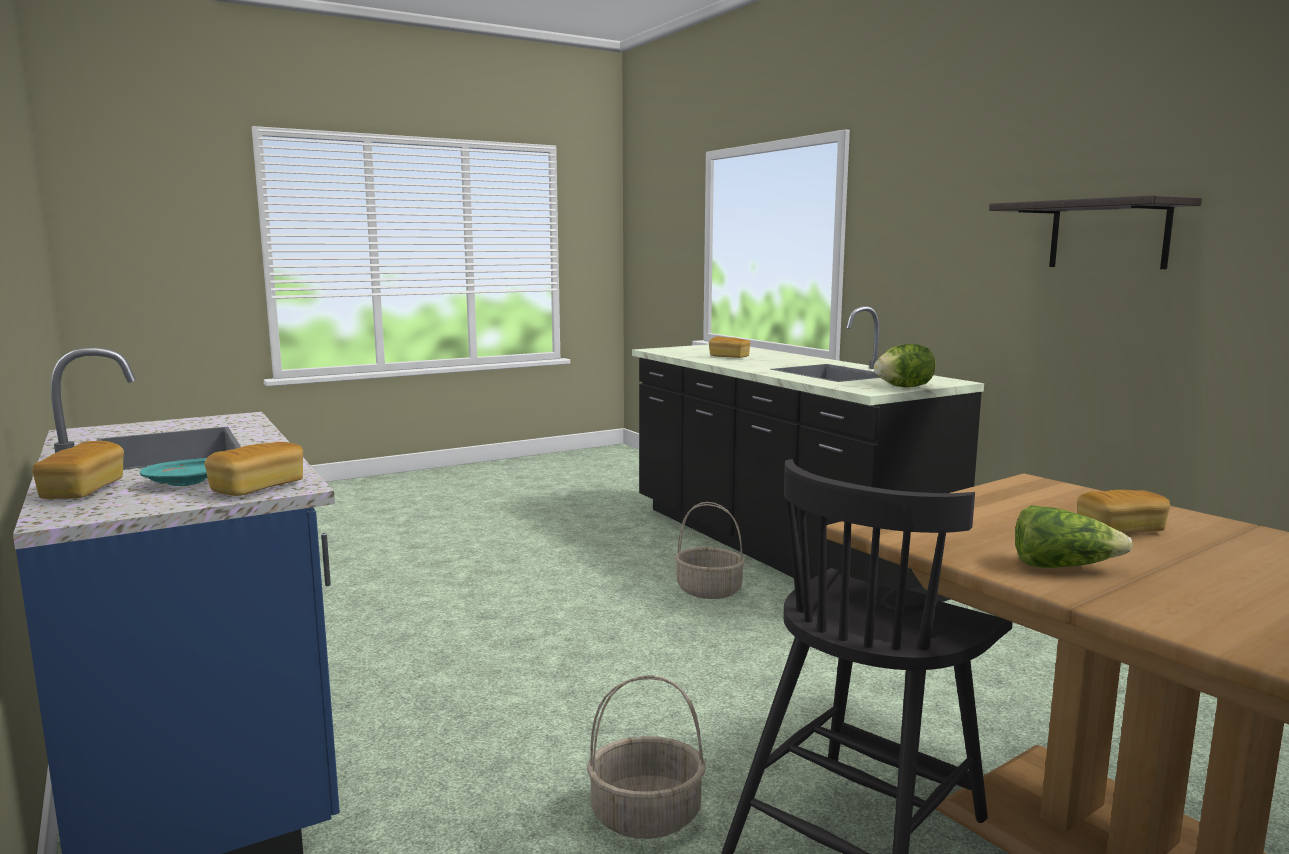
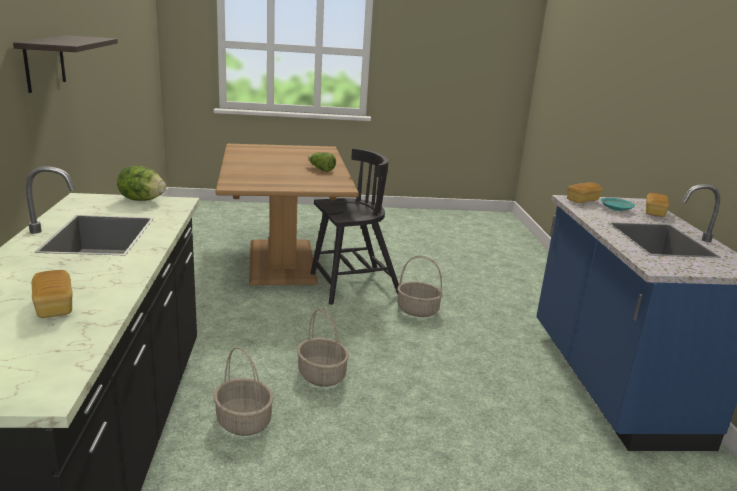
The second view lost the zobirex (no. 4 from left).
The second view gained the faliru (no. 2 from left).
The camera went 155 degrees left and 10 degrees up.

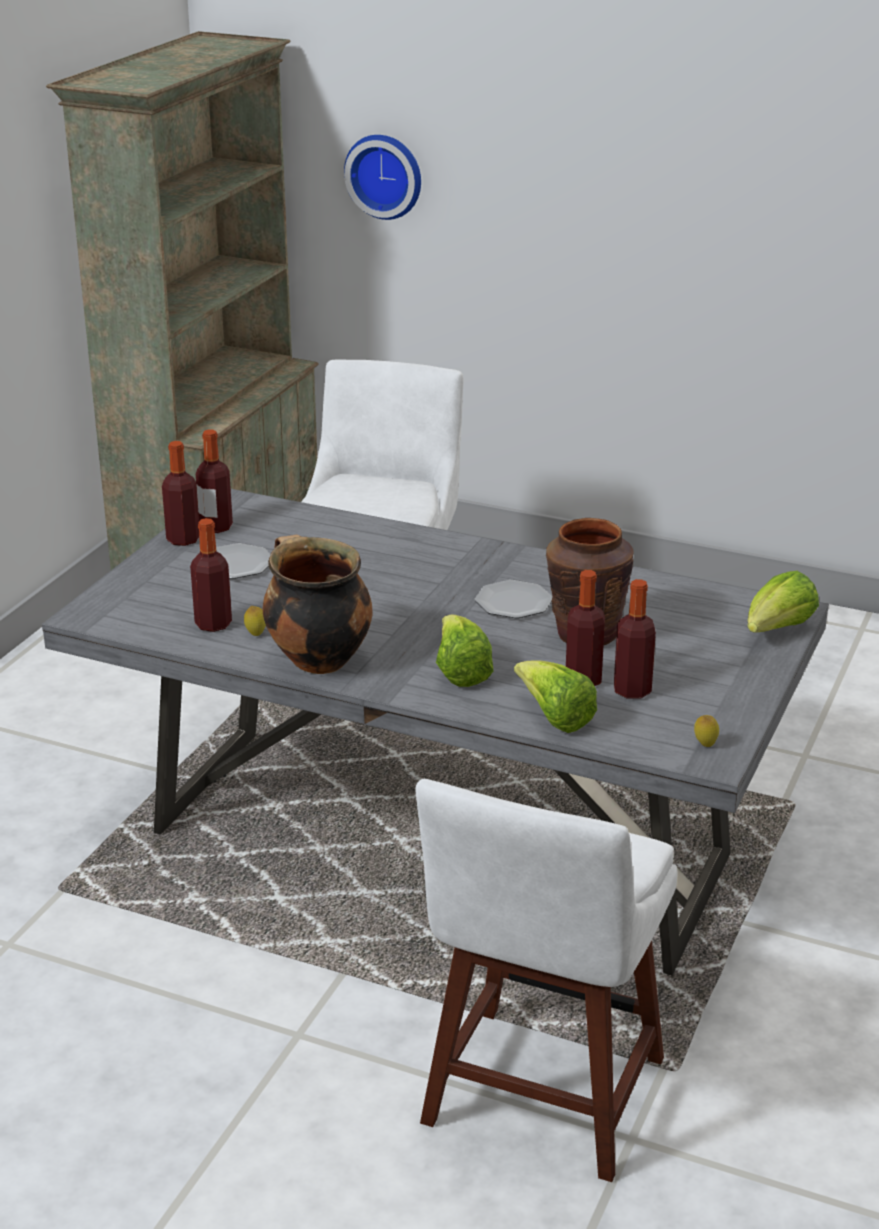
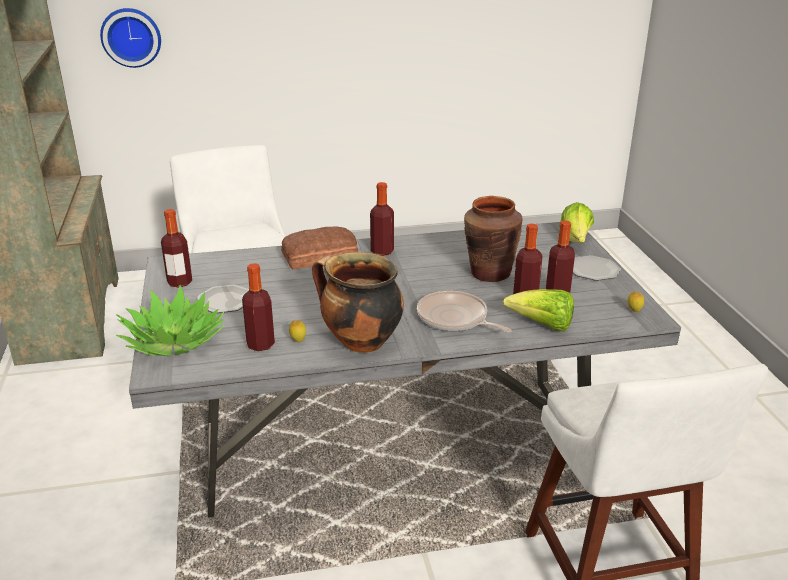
The second view gained the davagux.
The second view gained the zobirex.
The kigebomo (no. 1 from left in the first image) ended up elsewhere.
The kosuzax (no. 2 from left) ended up elsewhere.
Where the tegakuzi (no. 1 from left) stood, the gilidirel came to stand.
The camera went 35 degrees left and 0 degrees up.

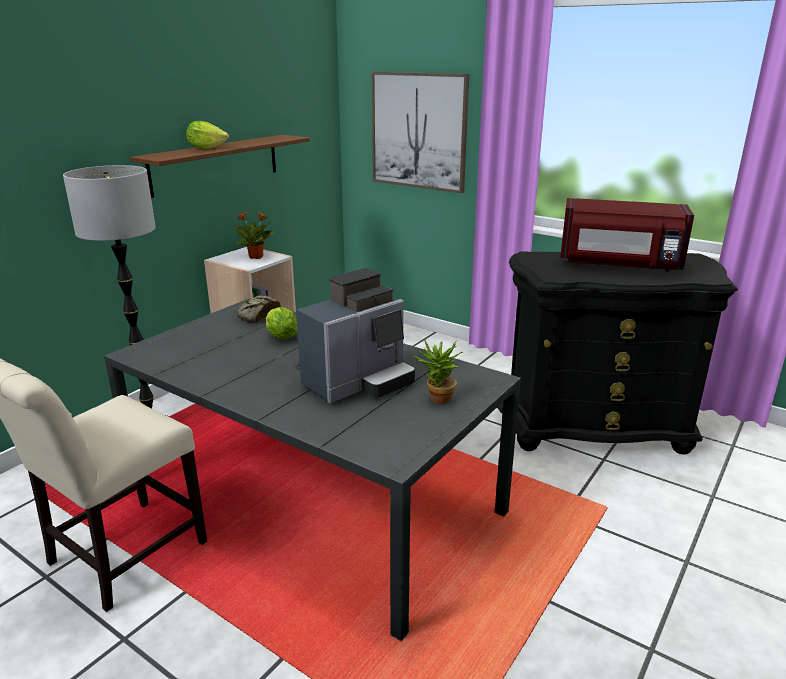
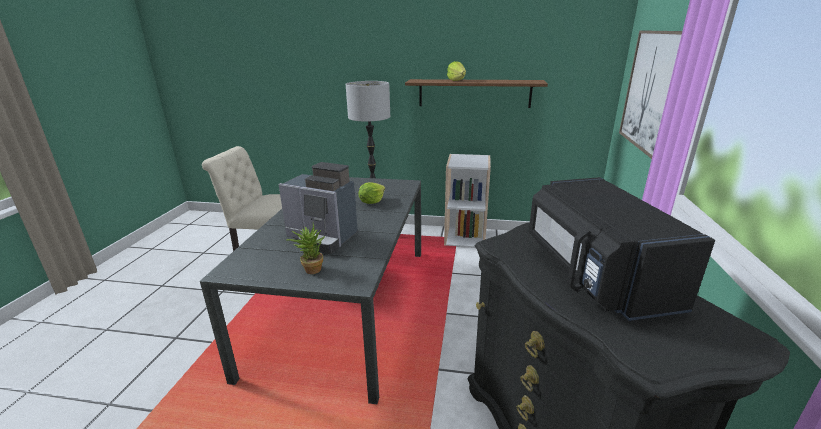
The second view lost the davagux (no. 1 from left).
The second view lost the zobirex.
What was the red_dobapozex turned into the black_dobapozex.
The camera went 65 degrees right and 0 degrees up.

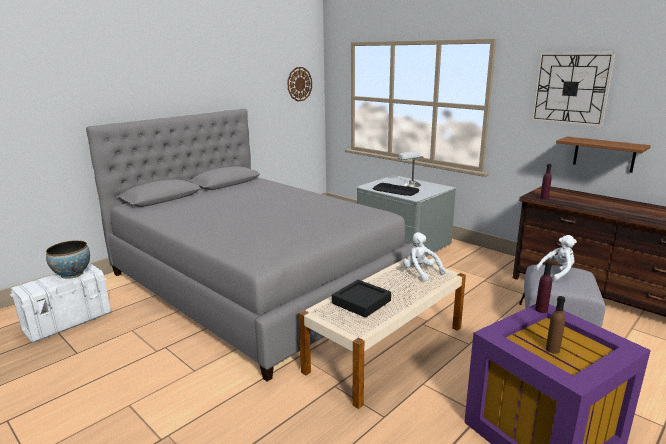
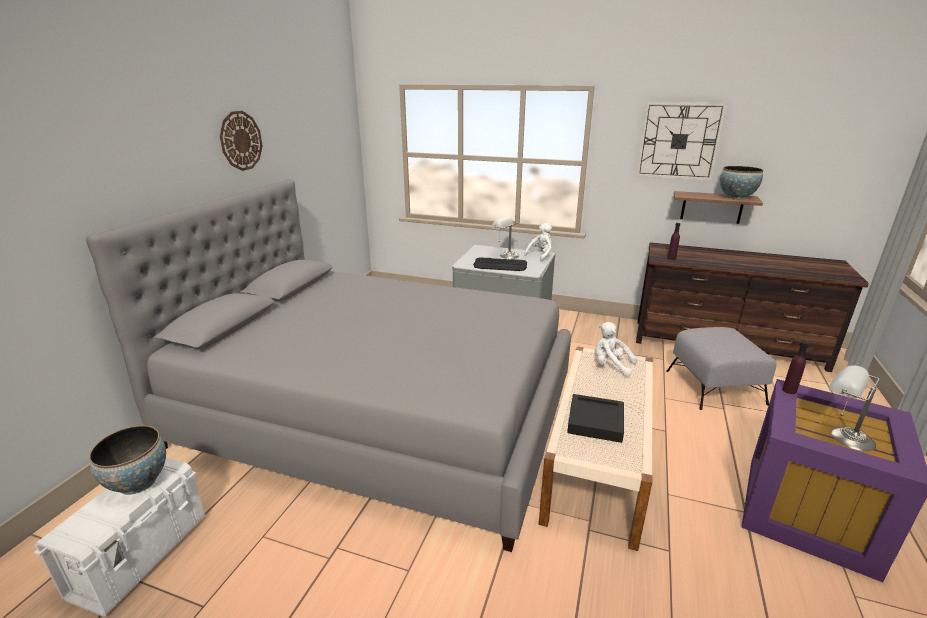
The second view gained the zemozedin (no. 2 from left).
The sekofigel (no. 1 from left) ended up elsewhere.
The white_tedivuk (no. 2 from left in the first image) ended up elsewhere.
Where the brown_kigebomo stood, the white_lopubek (no. 2 from left) came to stand.
The camera went 25 degrees left and 5 degrees up.

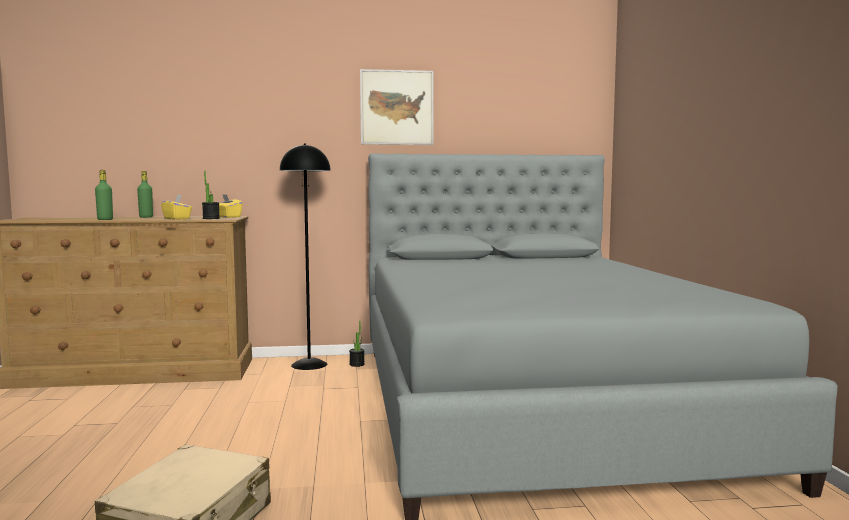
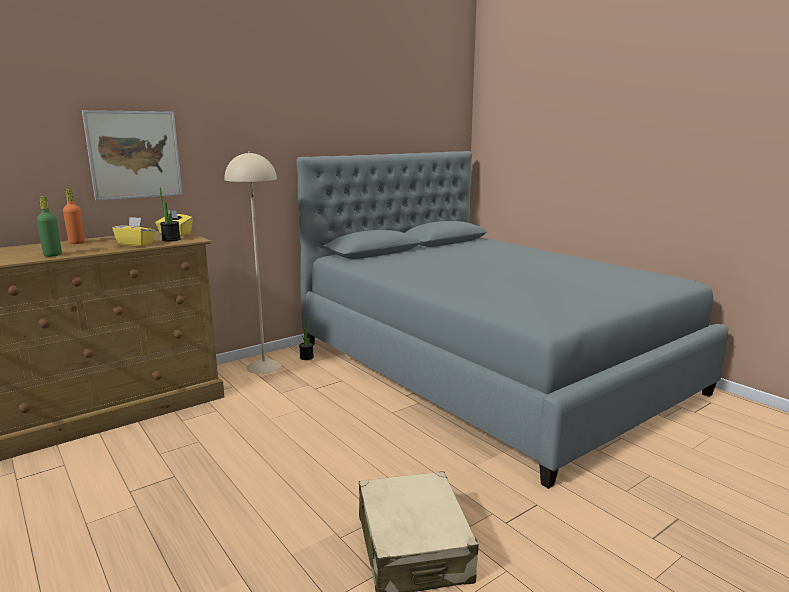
The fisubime ended up elsewhere.
What was the green_kigebomo (no. 2 from left) turned into the orange_kigebomo.
What was the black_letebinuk turned into the beige_letebinuk.
The camera went 30 degrees left and 10 degrees up.

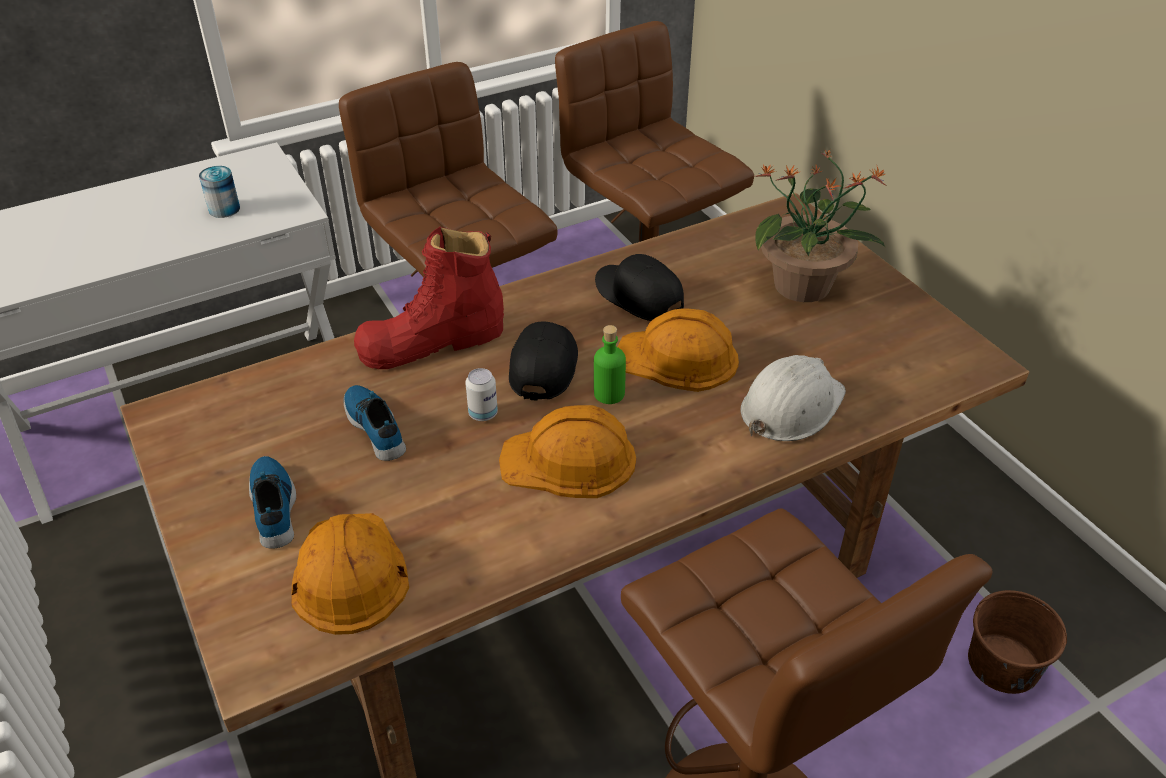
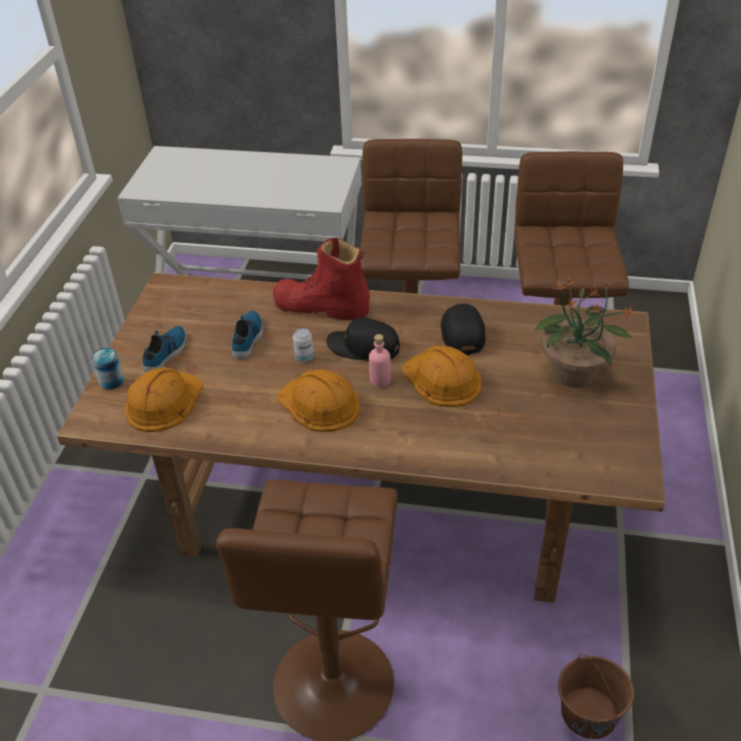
The second view lost the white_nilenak.
The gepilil (no. 1 from left) ended up elsewhere.
What was the green_kigebomo turned into the pink_kigebomo.
The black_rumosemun (no. 1 from left) ended up facing another way, 120 degrees counterclockwise from before.
The camera went 40 degrees right and 0 degrees up.

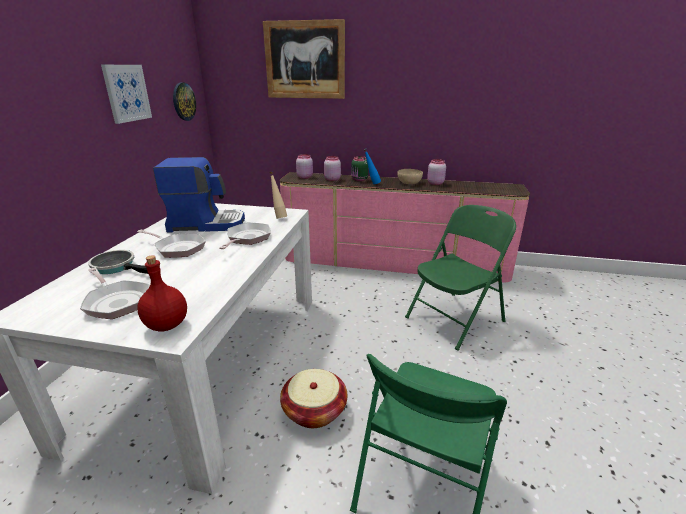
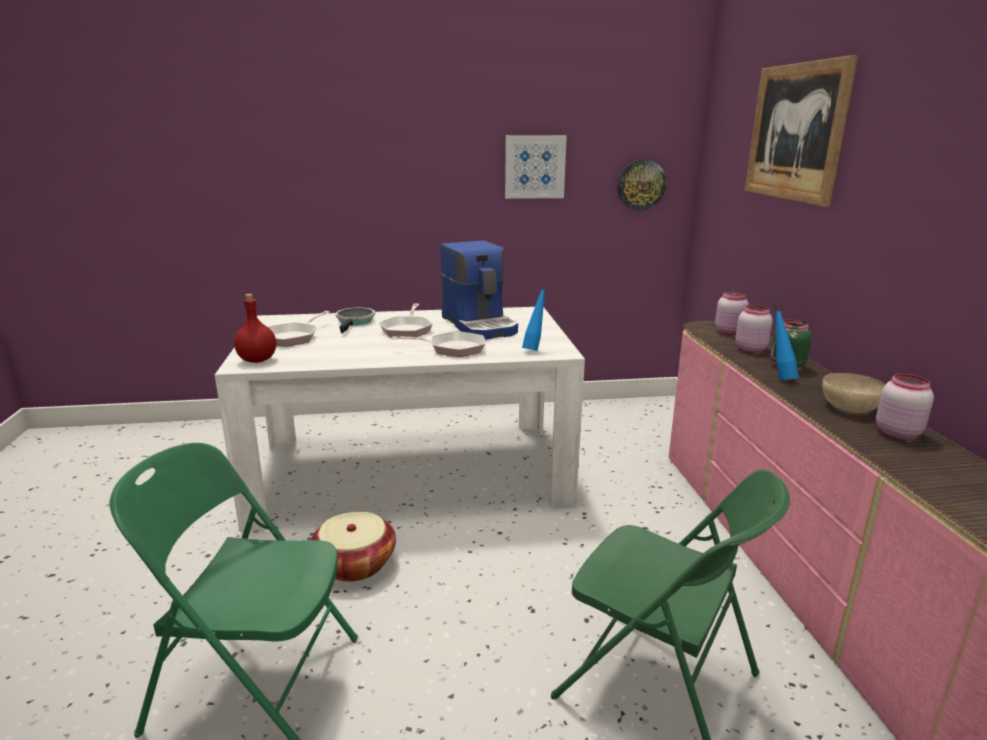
What was the beige_kigebomo turned into the blue_kigebomo (no. 1 from left).
The camera went 70 degrees right and 5 degrees down.

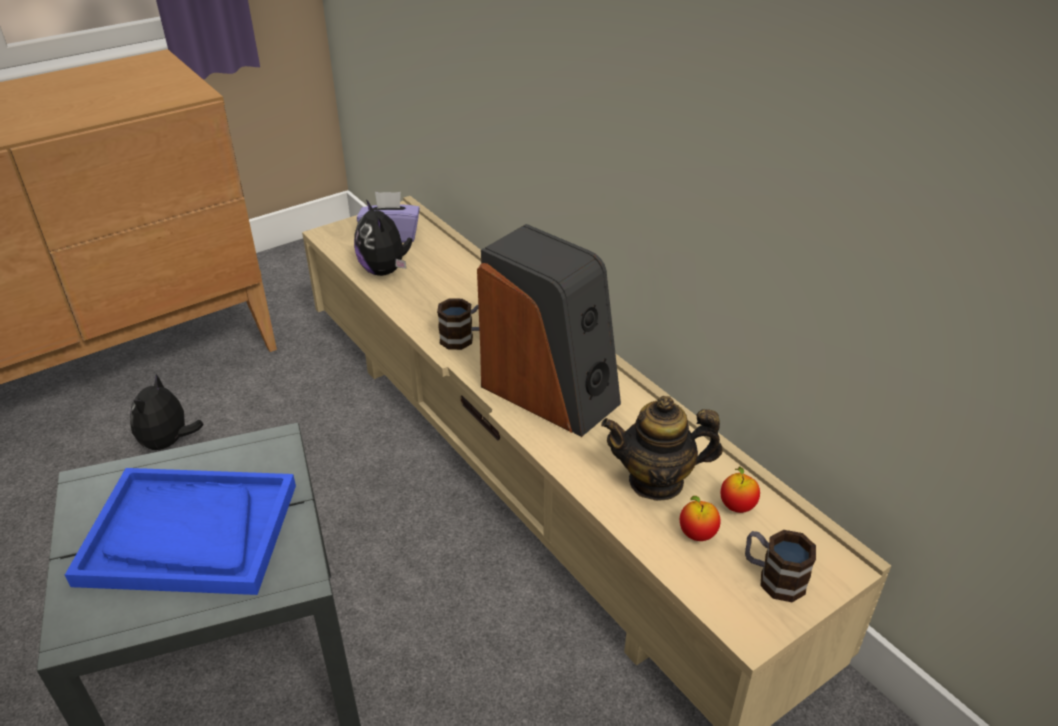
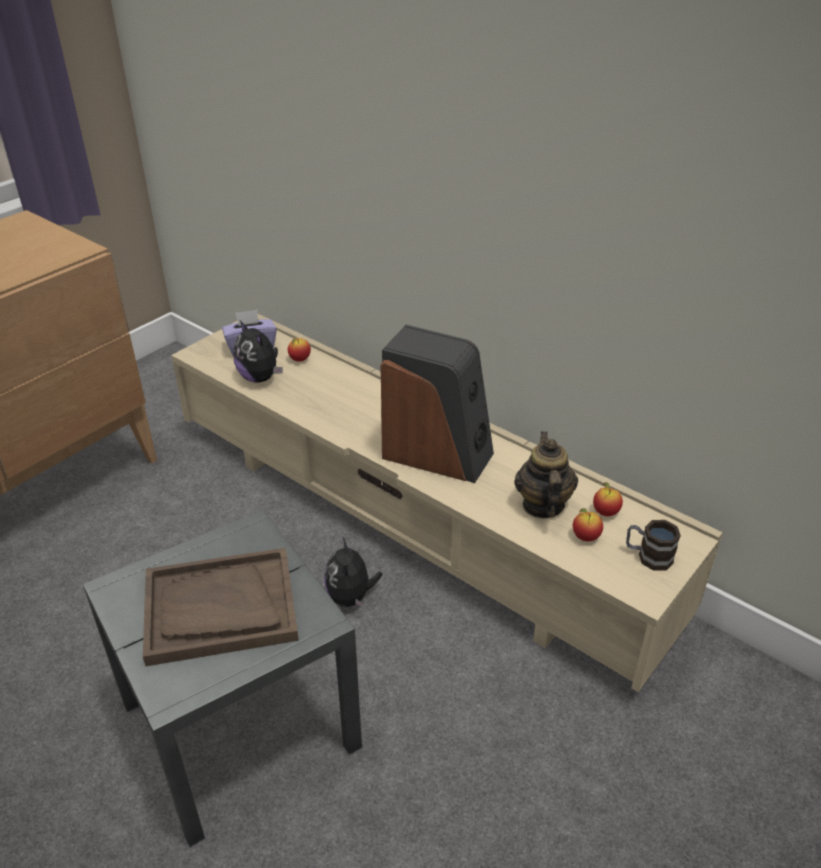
The second view lost the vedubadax (no. 1 from left).
The second view gained the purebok (no. 1 from left).
The tedivuk (no. 1 from left in the first image) ended up elsewhere.
What was the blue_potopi turned into the brown_potopi.
The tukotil ended up facing another way, 105 degrees clockwise from before.
The camera went 15 degrees left and 0 degrees up.

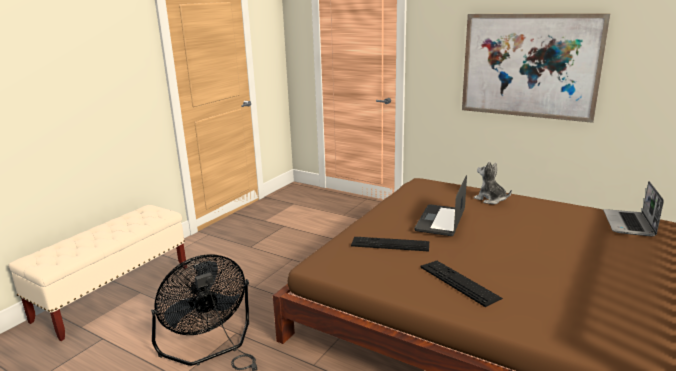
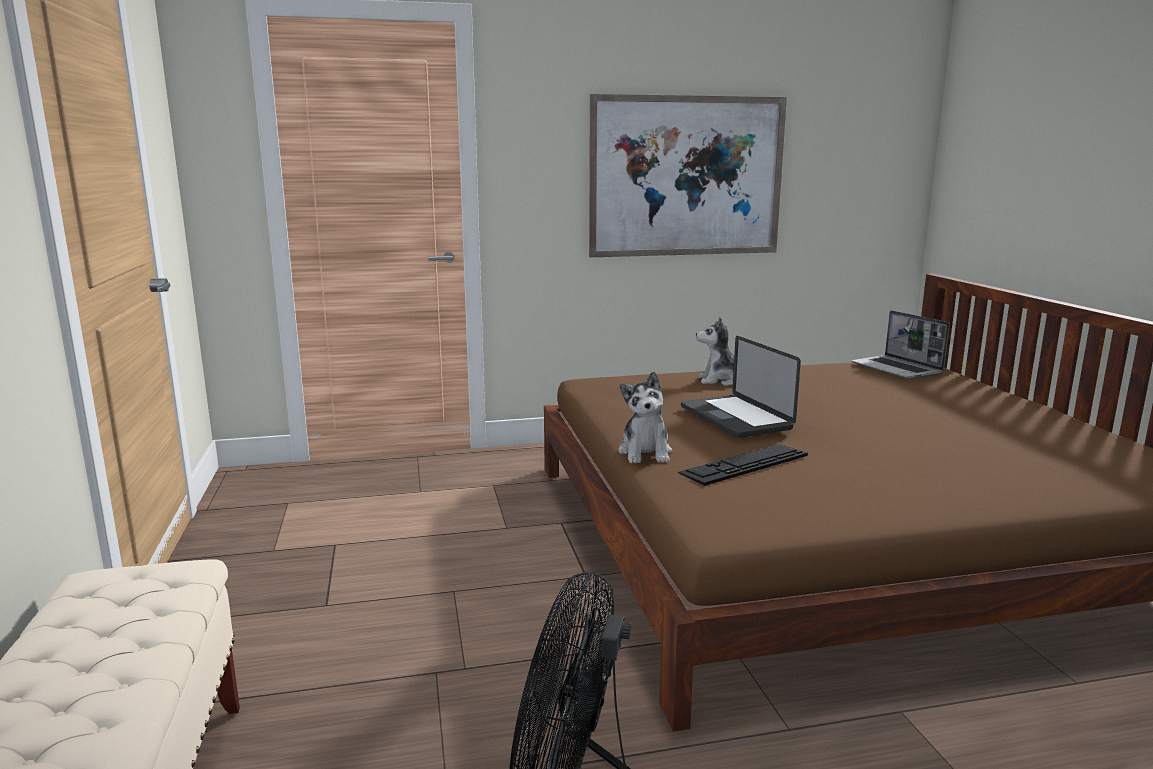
The second view lost the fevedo (no. 2 from left).
The second view gained the tedivuk (no. 1 from left).
The camera went 45 degrees left and 5 degrees down.

